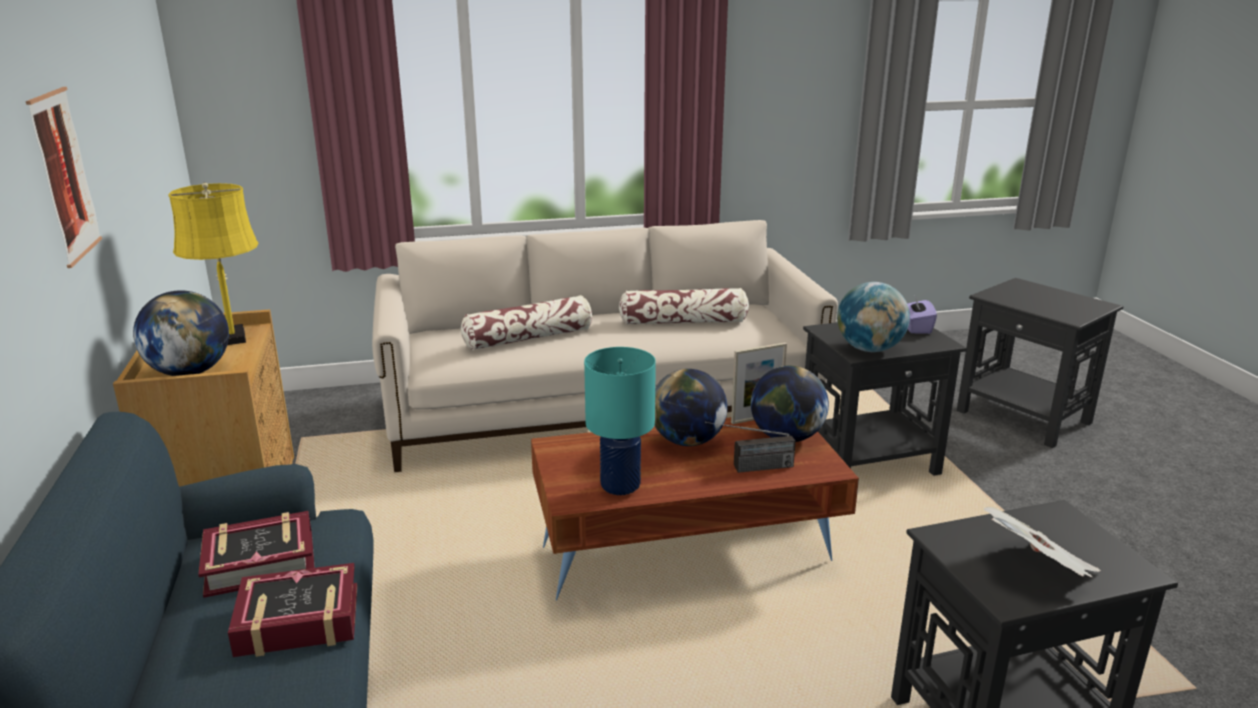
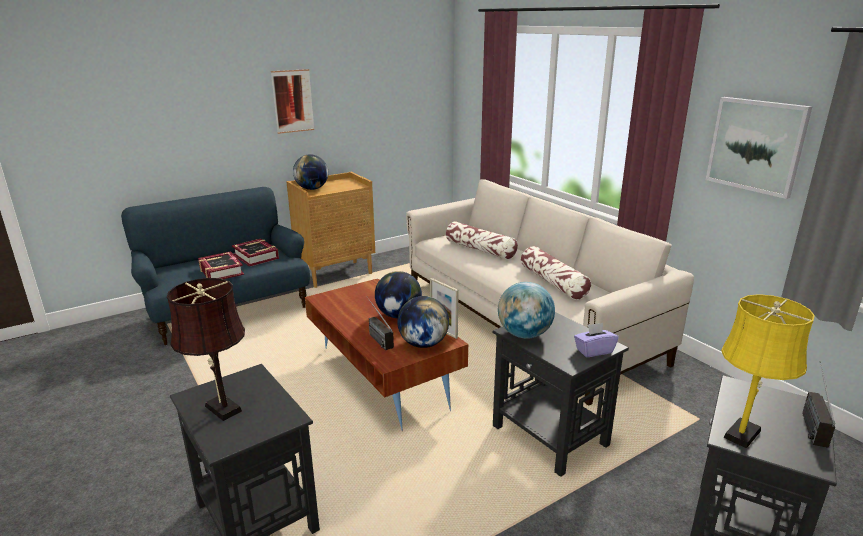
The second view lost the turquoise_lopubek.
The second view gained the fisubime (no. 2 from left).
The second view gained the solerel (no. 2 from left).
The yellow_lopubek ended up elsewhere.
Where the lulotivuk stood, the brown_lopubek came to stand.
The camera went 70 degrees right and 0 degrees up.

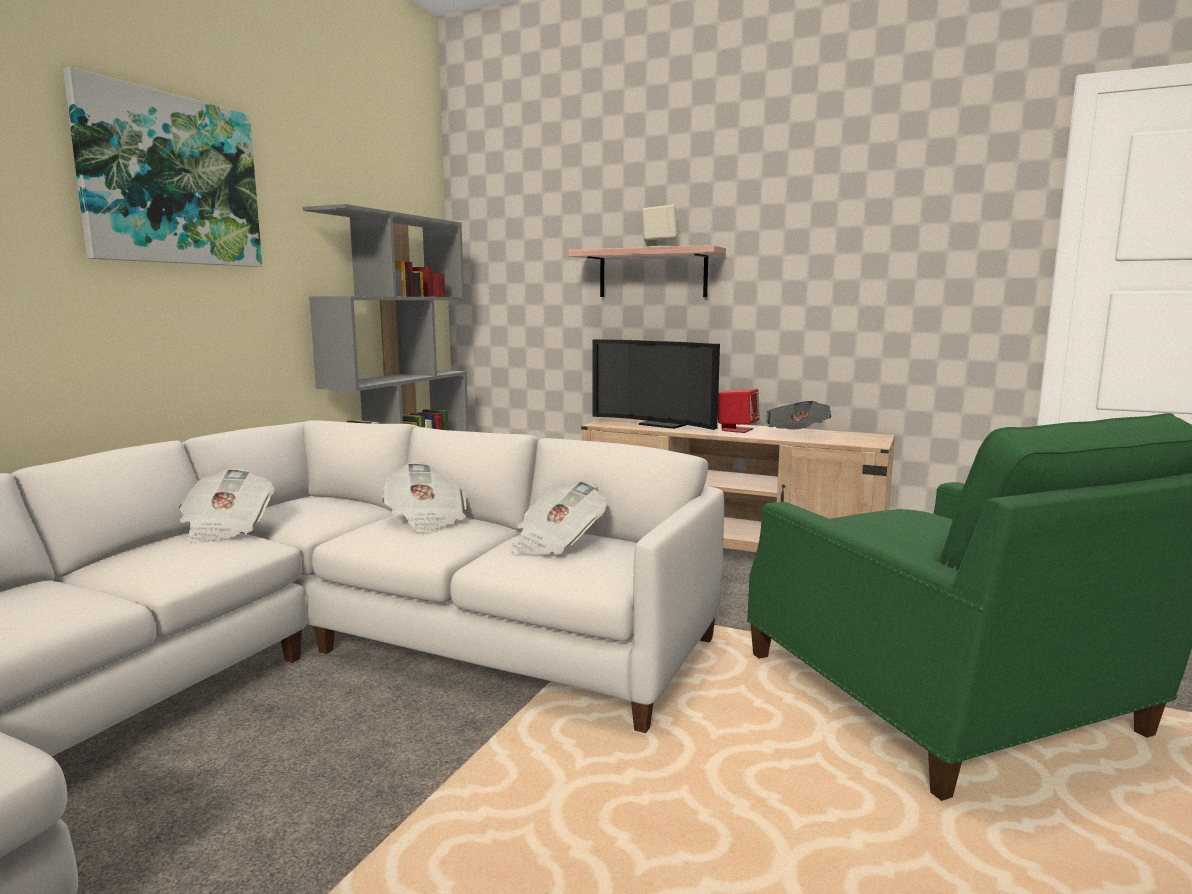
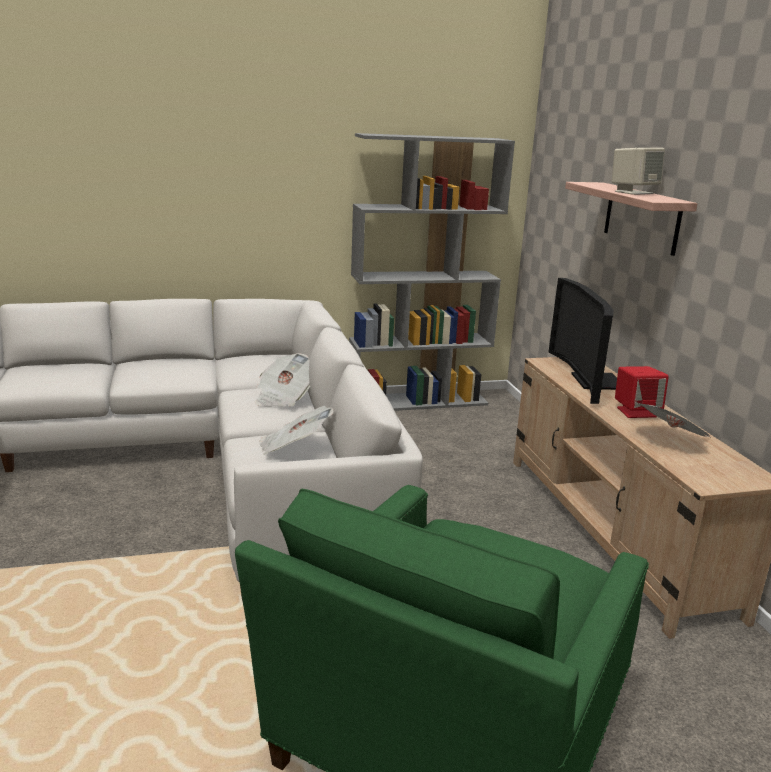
The second view lost the fisubime.
The second view lost the lulotivuk (no. 1 from left).
The camera went 50 degrees right and 10 degrees up.

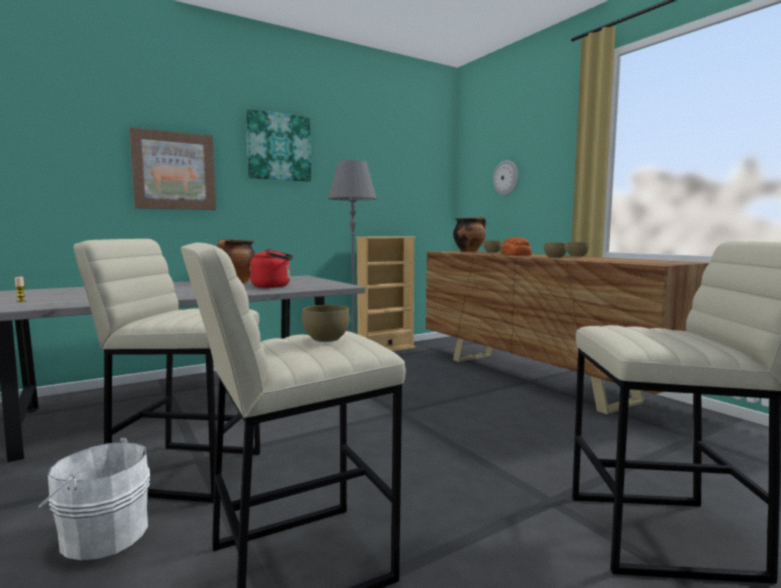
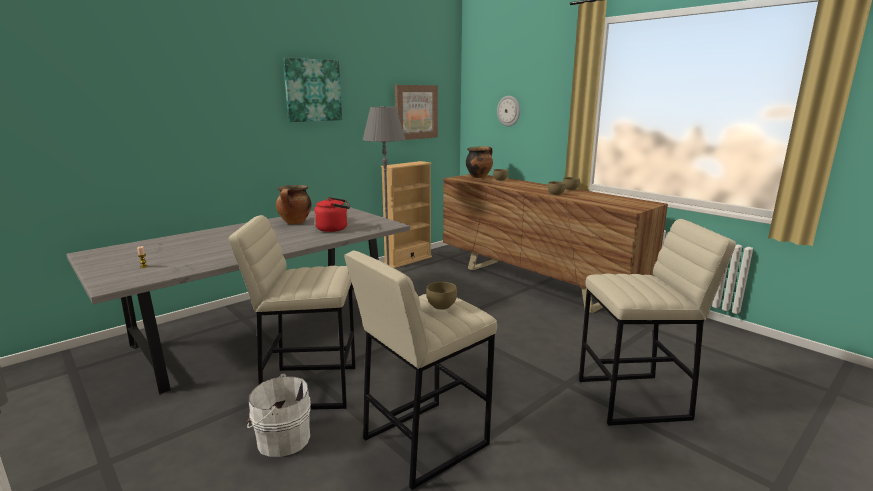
The second view lost the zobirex.
The fisubime (no. 1 from left in the first image) ended up elsewhere.
The camera went 10 degrees left and 10 degrees up.

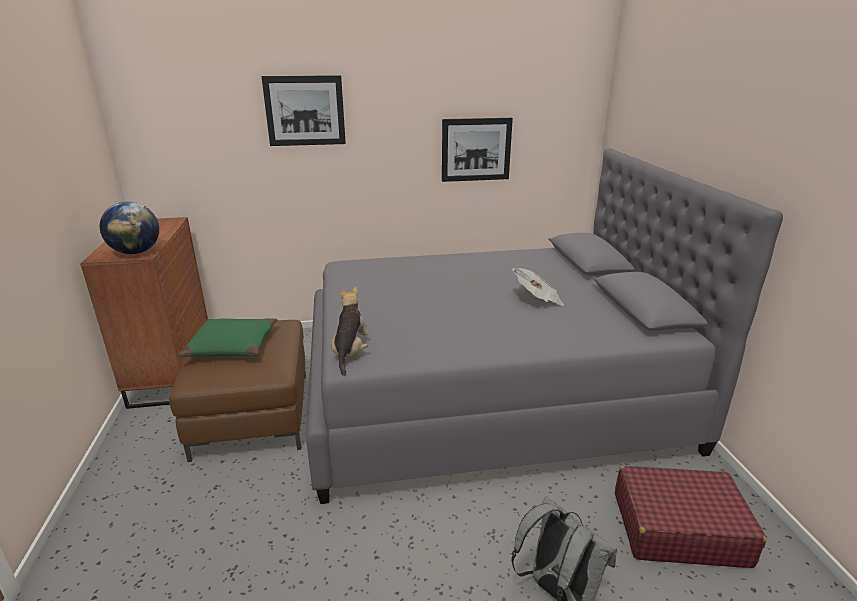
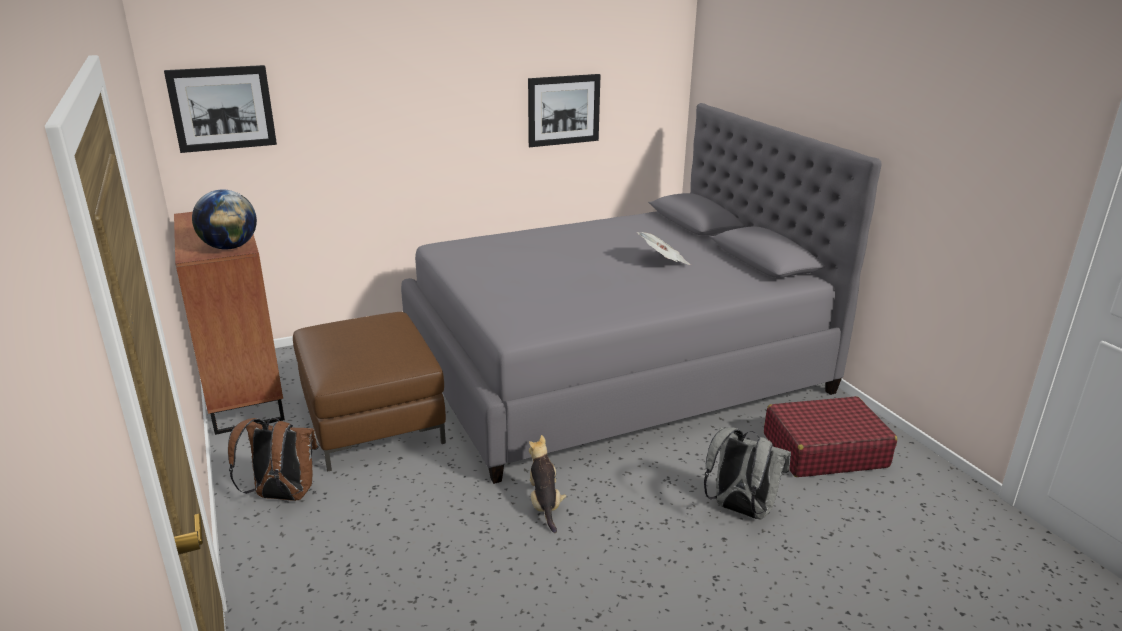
The second view lost the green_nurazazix.
The second view gained the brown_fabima.
The fisubime (no. 1 from left) ended up elsewhere.
The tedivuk ended up elsewhere.
The camera went 15 degrees left and 0 degrees up.

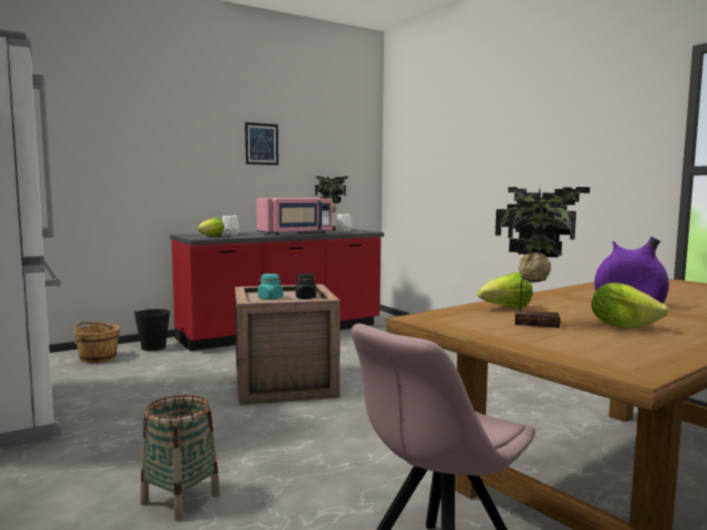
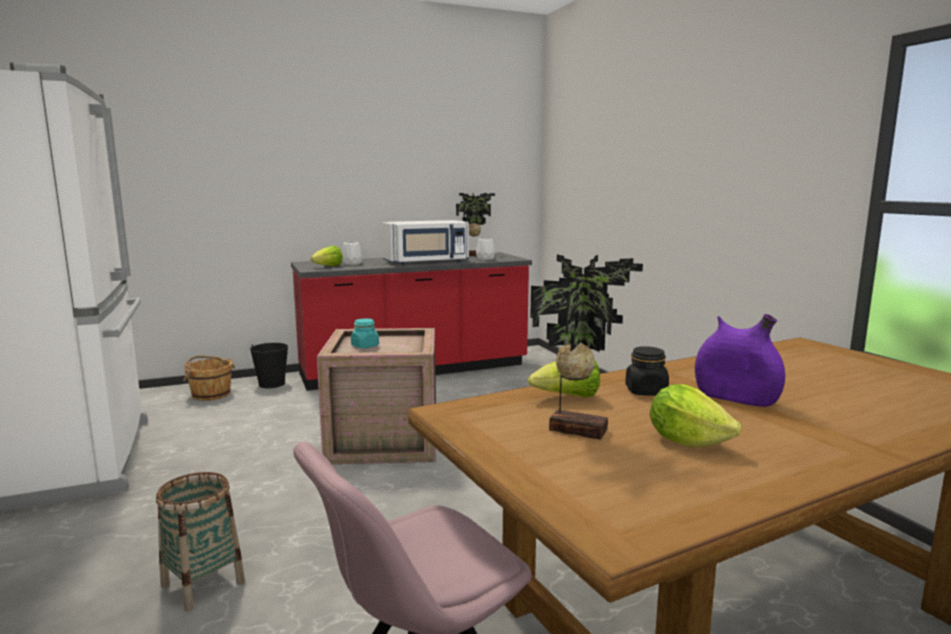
The second view lost the fisubime.
The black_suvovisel ended up elsewhere.
What was the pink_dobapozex turned into the white_dobapozex.
The camera went 10 degrees right and 5 degrees up.

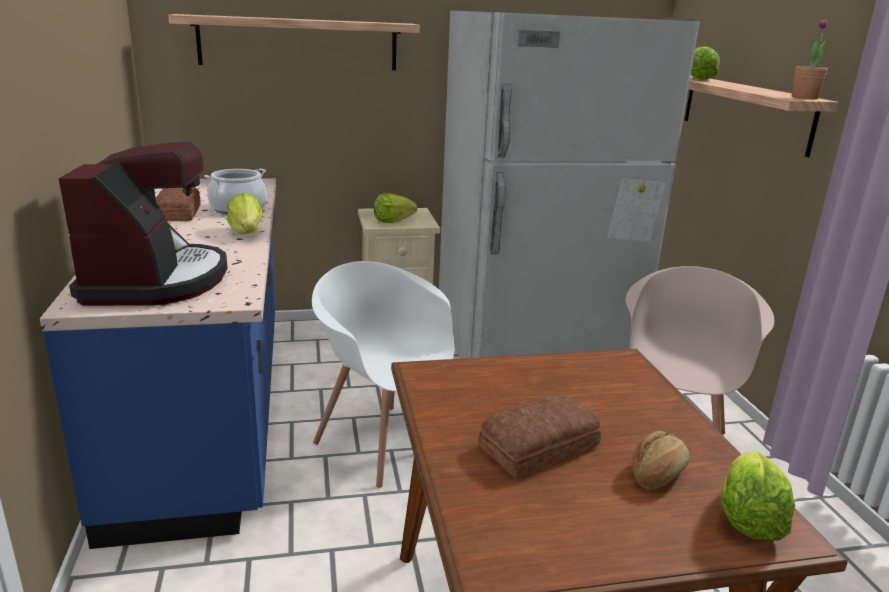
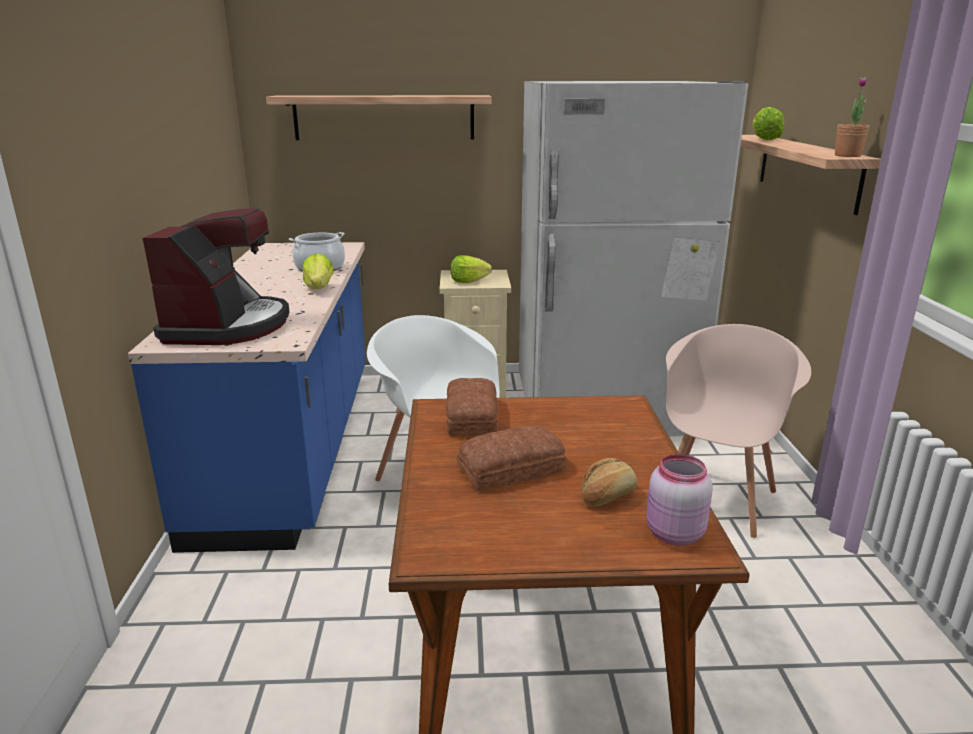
The zobirex (no. 1 from left) ended up elsewhere.
Where the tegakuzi (no. 4 from left) stood, the pink_suvovisel came to stand.
The camera went 10 degrees right and 0 degrees up.

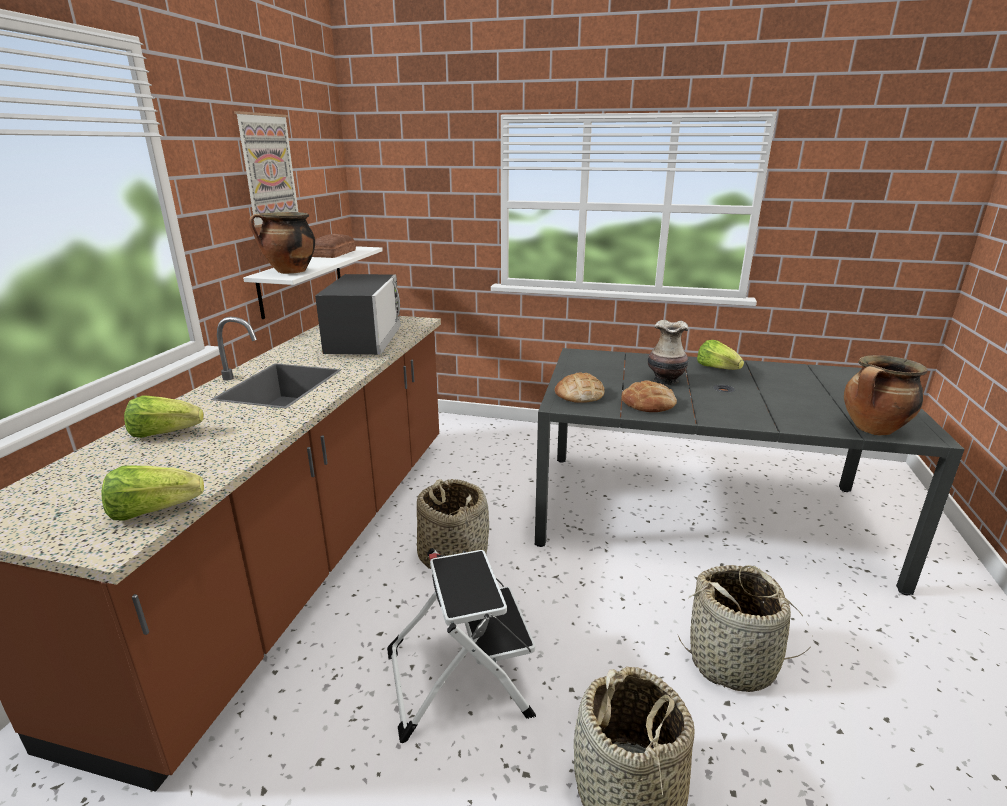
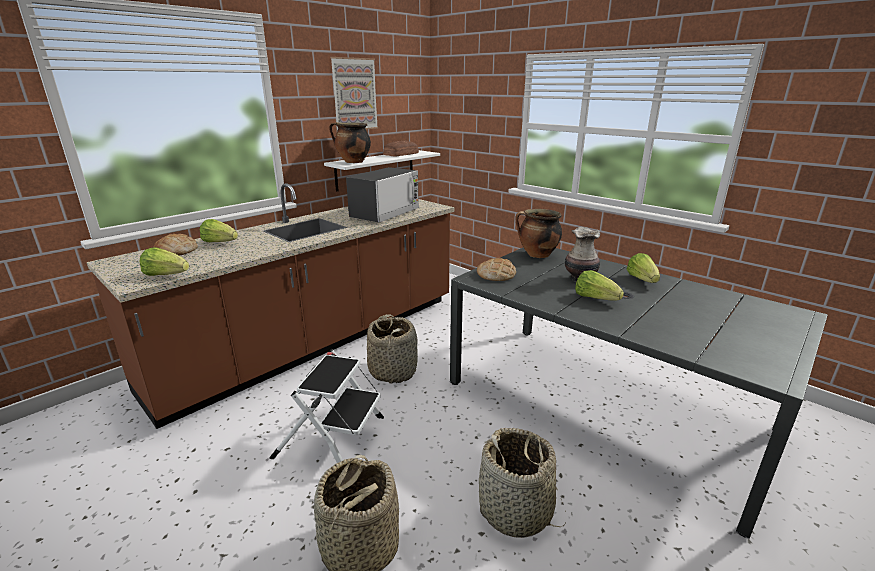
The second view gained the tegakuzi (no. 3 from left).
The zobirex (no. 3 from left in the first image) ended up elsewhere.
The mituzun (no. 2 from left) ended up elsewhere.
The camera went 30 degrees right and 0 degrees up.

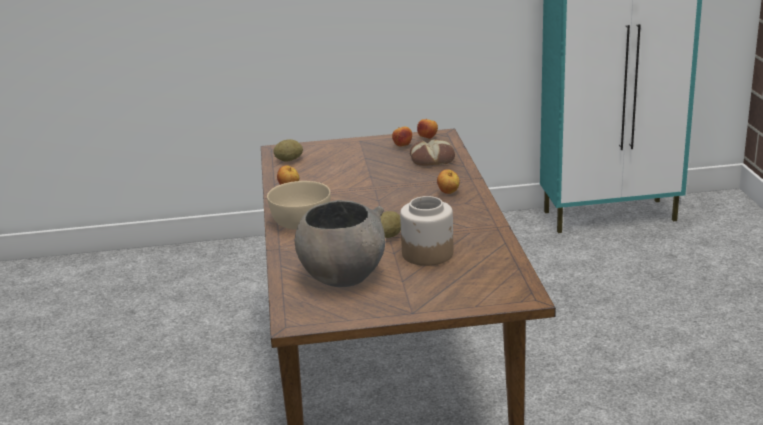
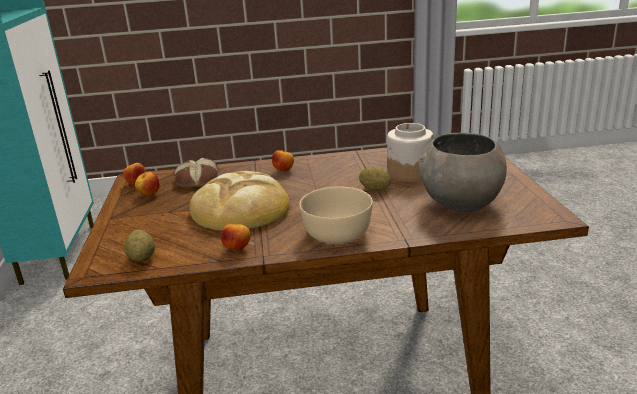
The second view gained the zobirex (no. 2 from left).
The camera went 90 degrees left and 0 degrees up.

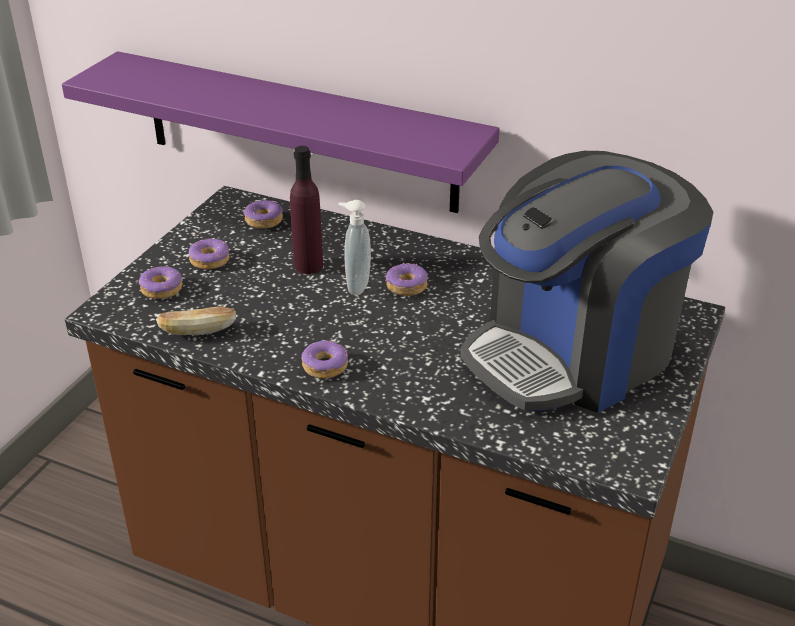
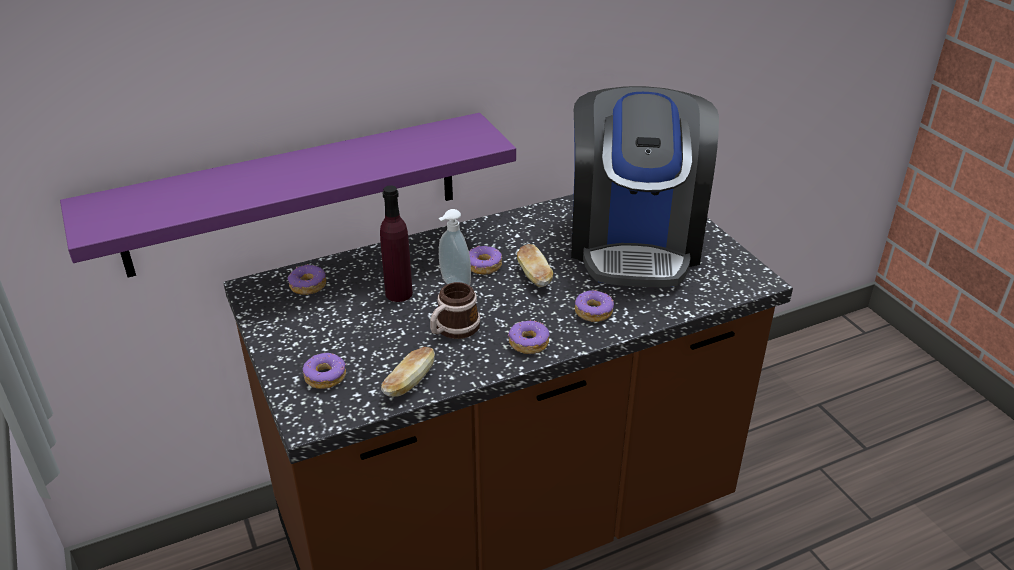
The second view gained the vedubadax.
The second view gained the zobirex (no. 2 from left).
The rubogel (no. 2 from left in the first image) ended up elsewhere.
The camera went 50 degrees left and 0 degrees up.

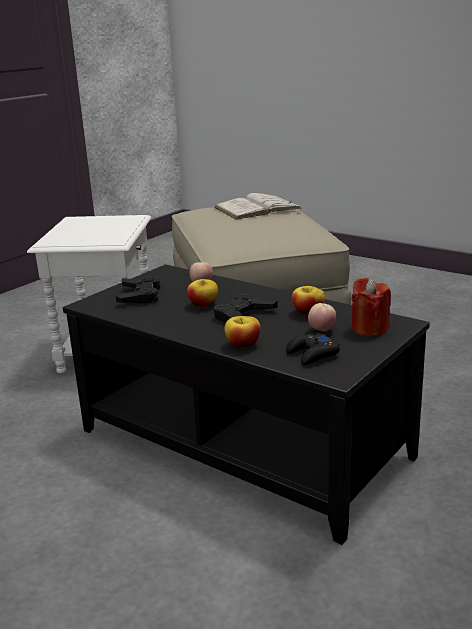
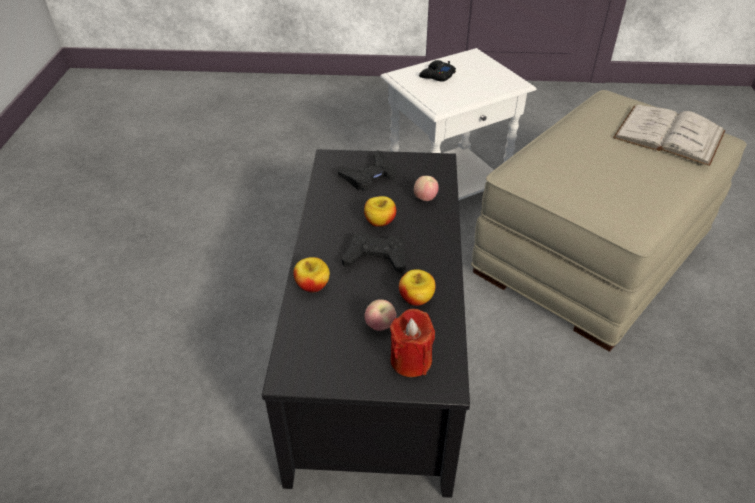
The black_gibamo (no. 3 from left) ended up elsewhere.
The camera went 55 degrees right and 20 degrees up.

